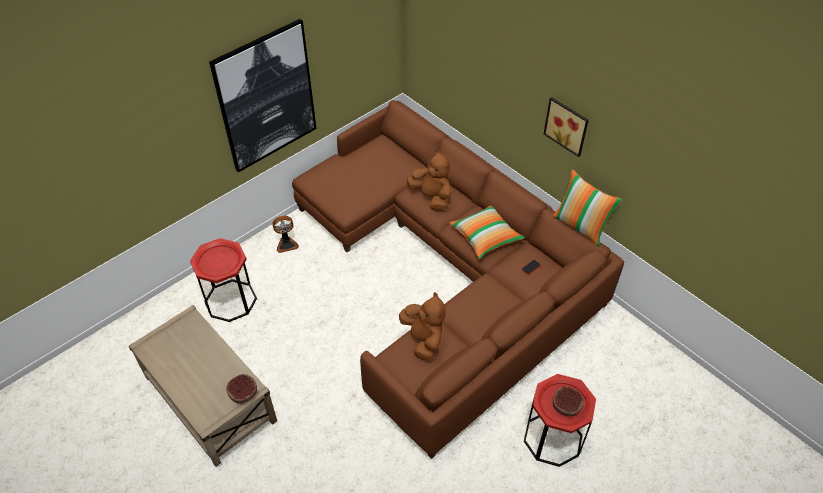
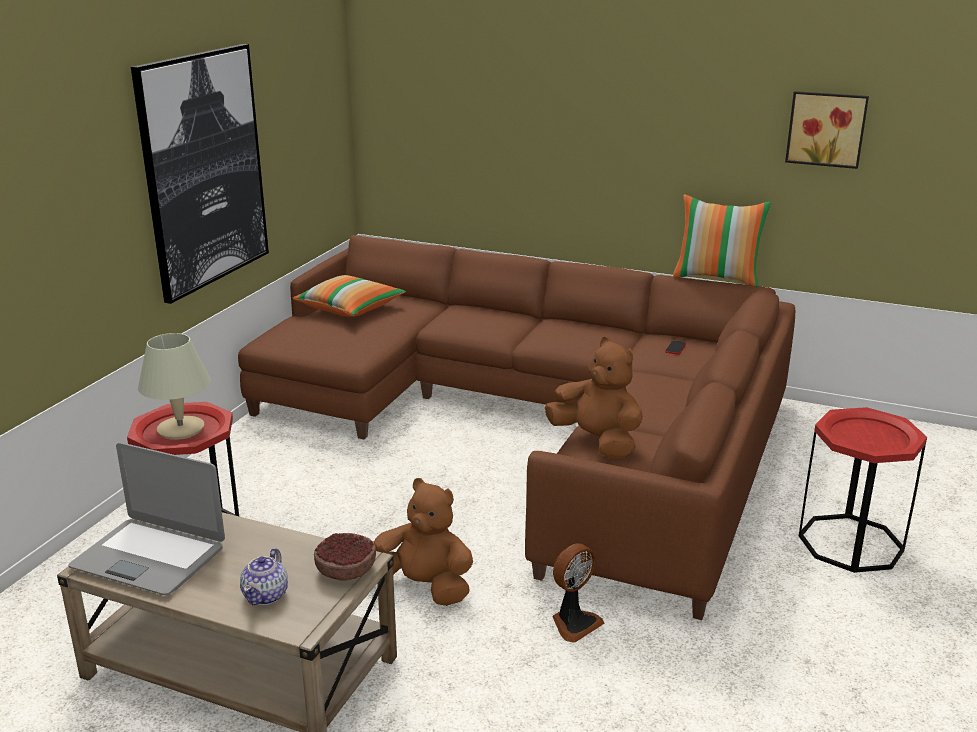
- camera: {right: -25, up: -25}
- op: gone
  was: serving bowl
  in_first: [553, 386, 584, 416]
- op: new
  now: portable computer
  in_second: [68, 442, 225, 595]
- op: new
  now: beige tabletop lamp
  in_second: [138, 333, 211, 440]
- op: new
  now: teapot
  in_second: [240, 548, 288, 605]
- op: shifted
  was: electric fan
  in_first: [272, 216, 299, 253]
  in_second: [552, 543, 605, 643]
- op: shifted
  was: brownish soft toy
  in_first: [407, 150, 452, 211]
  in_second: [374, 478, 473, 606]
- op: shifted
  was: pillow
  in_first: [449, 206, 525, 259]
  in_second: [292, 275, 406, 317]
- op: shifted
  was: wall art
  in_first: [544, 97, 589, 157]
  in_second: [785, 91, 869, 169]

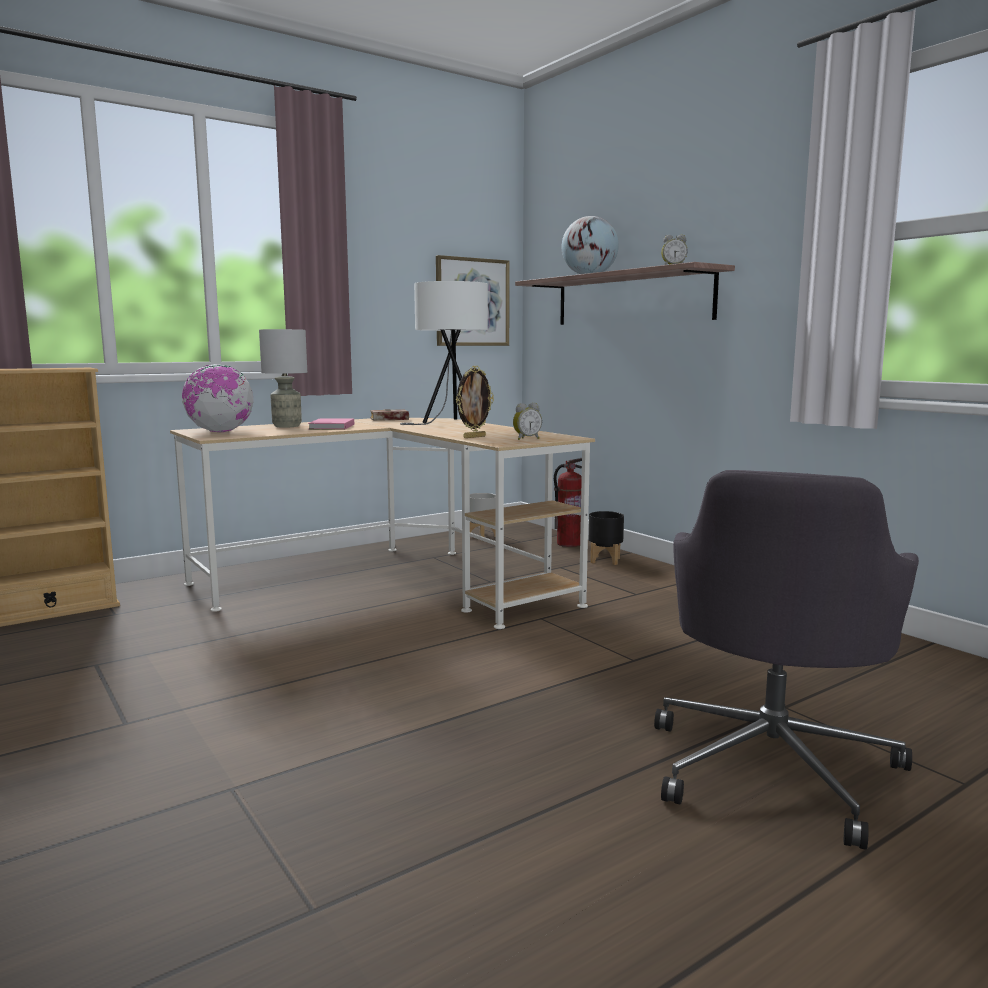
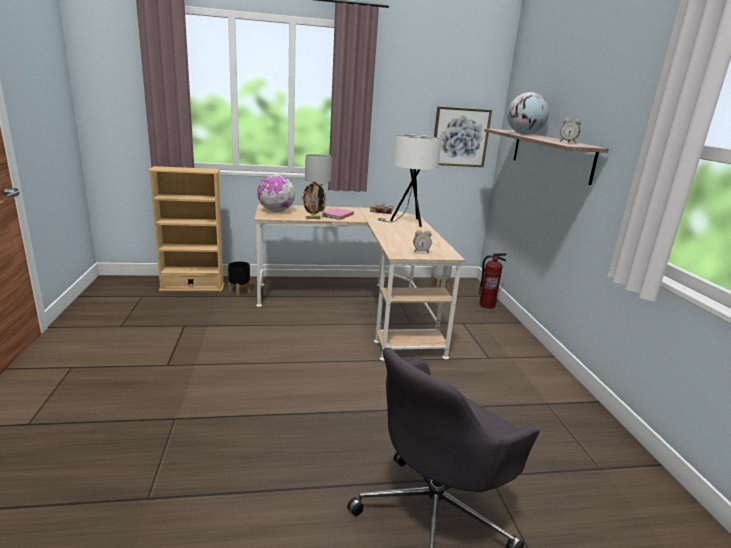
- camera: {right: 25, up: 10}
- op: shifted
  was: standing frame
  in_first: [456, 366, 494, 438]
  in_second: [301, 181, 327, 219]
- op: shifted
  was: black flower pot
  in_first: [589, 511, 624, 565]
  in_second: [228, 261, 250, 296]

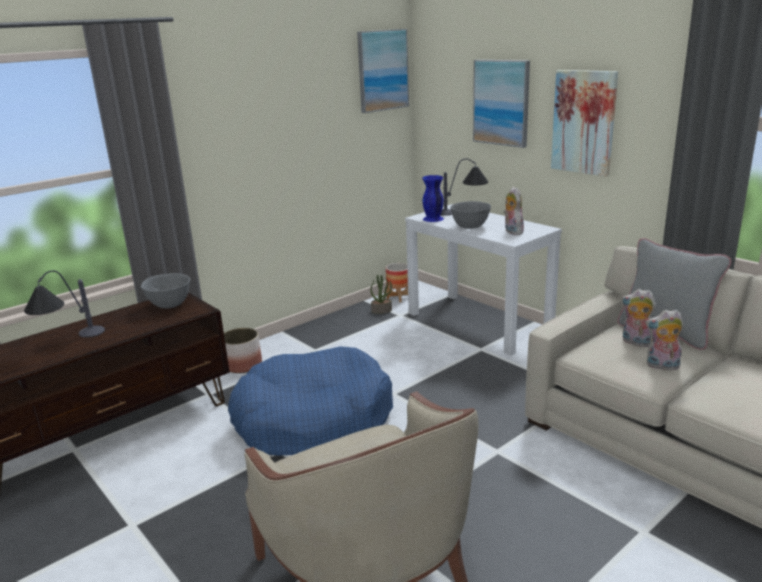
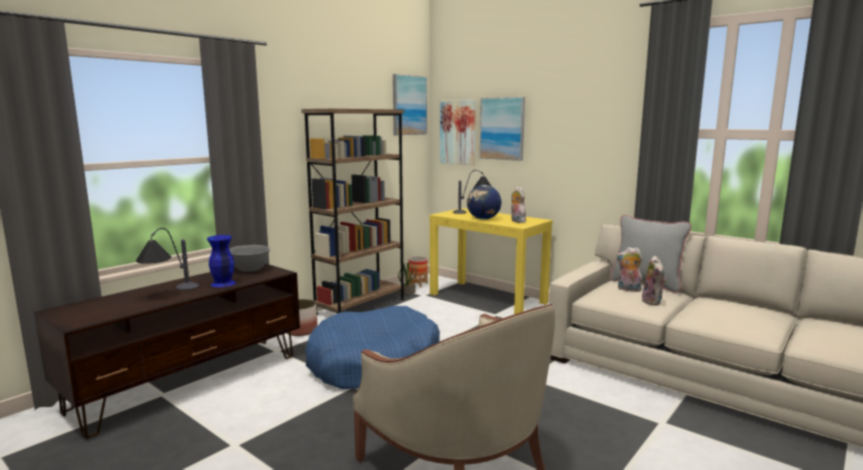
- camera: {right: -10, up: -10}
- op: new
  now: brownish shelving unit
  in_second: [301, 109, 405, 315]
- op: shifted
  was: blue-coloured decorative vase
  in_first: [422, 175, 444, 222]
  in_second: [207, 235, 236, 287]
- op: shifted
  was: wall art
  in_first: [551, 70, 618, 177]
  in_second: [440, 100, 476, 165]
- op: swapped
  was: gray serving bowl
  now: desk globe
  in_first: [450, 201, 491, 229]
  in_second: [467, 185, 501, 220]
- op: repainted
  was: white-coloured console table
  now: yellow-coloured console table
  in_first: [405, 204, 562, 356]
  in_second: [429, 208, 553, 314]
- op: rotated
  was: soft toy
  in_first: [646, 310, 684, 370]
  in_second: [642, 256, 666, 306]
  clockwise: -90

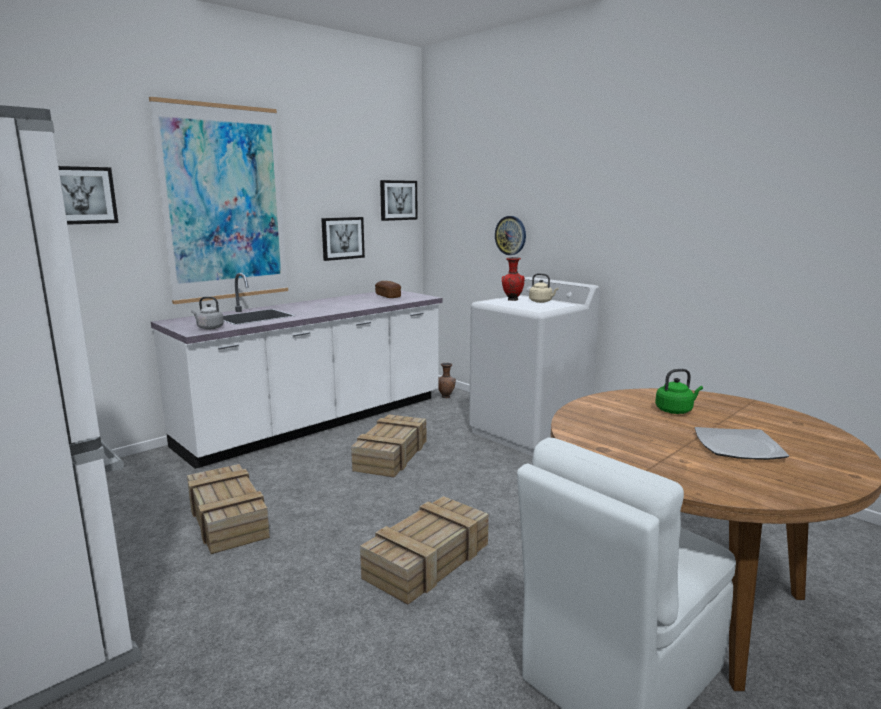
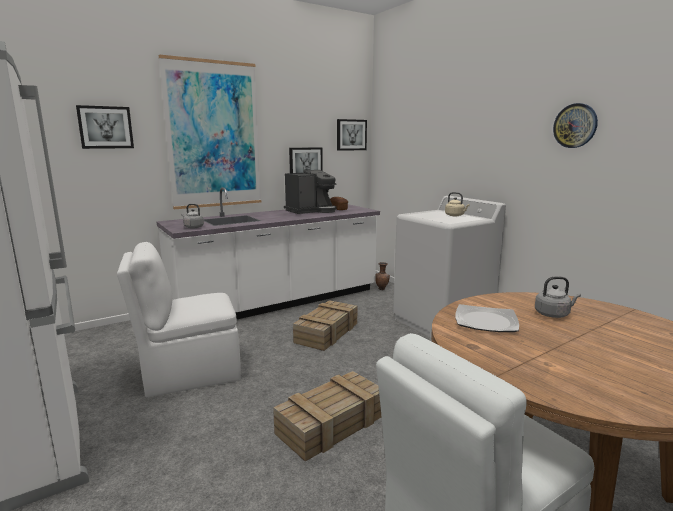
- camera: {right: 10, up: 0}
- op: gone
  was: reddish decorative vase
  in_first: [502, 257, 525, 301]
- op: new
  now: coffee maker
  in_second: [284, 170, 336, 214]
- op: shifted
  was: wall clock
  in_first: [495, 216, 526, 255]
  in_second: [553, 103, 598, 148]
- op: shifted
  was: plate
  in_first: [695, 427, 789, 460]
  in_second: [455, 304, 519, 332]
- op: swapped
  was: crate
  now: white-coloured upright chair
  in_first: [187, 464, 270, 554]
  in_second: [117, 242, 241, 397]
- op: repainted
  was: green-coloured kettle
  now: gray kettle
  in_first: [655, 369, 703, 414]
  in_second: [535, 277, 581, 318]

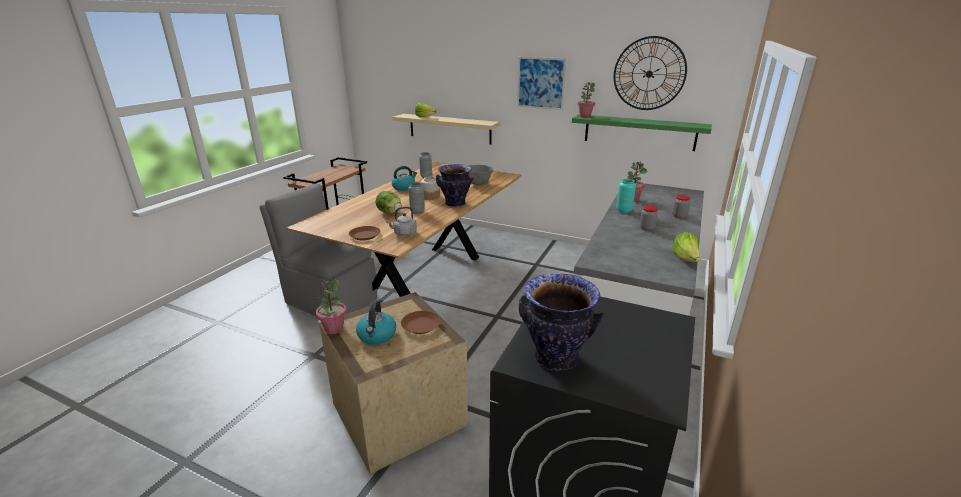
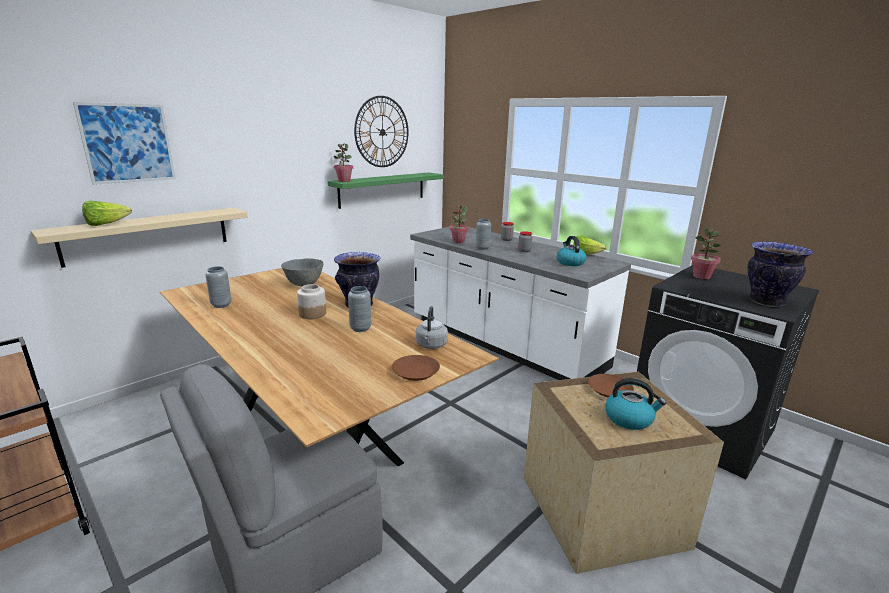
- camera: {right: -70, up: -5}
- op: gone
  was: lettuce head
  in_first: [375, 191, 401, 214]
- op: shifted
  was: plant in a pot
  in_first: [316, 279, 347, 334]
  in_second: [691, 228, 721, 279]
- op: shifted
  was: kettle
  in_first: [392, 166, 417, 191]
  in_second: [557, 236, 586, 266]
- op: shifted
  was: wall art
  in_first: [517, 57, 567, 110]
  in_second: [73, 102, 176, 185]
- op: repainted
  was: turquoise-coloured decorative vase
  now: gray decorative vase
  in_first: [616, 179, 636, 213]
  in_second: [476, 219, 491, 250]

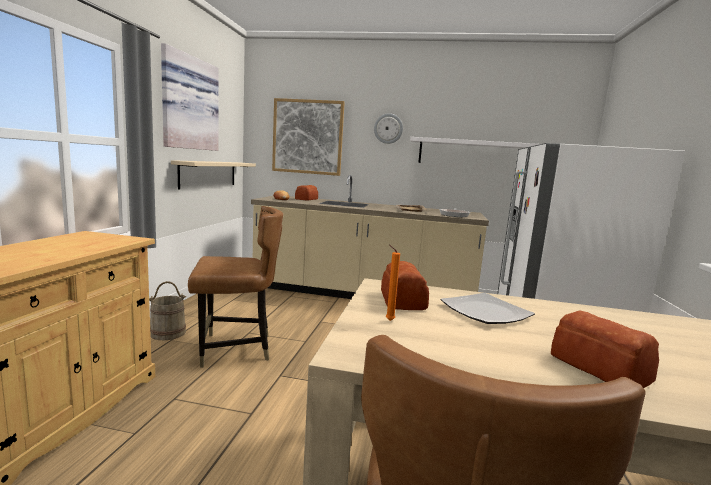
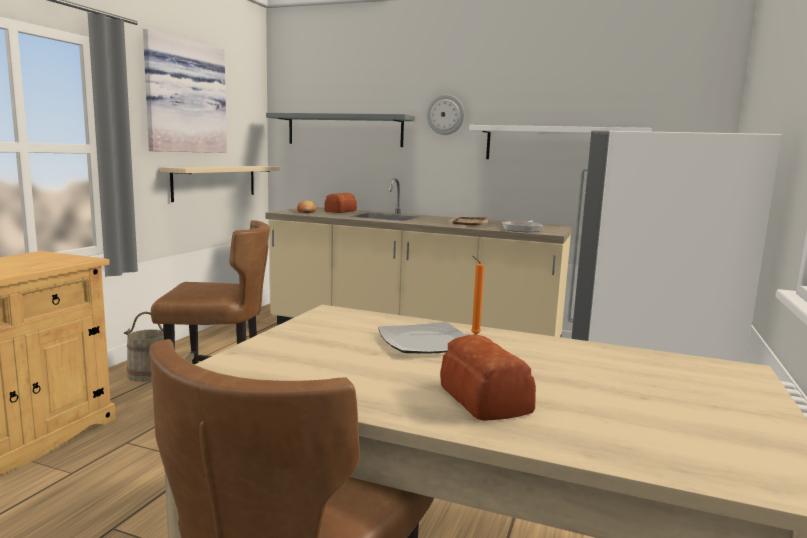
- camera: {right: 10, up: 0}
- op: gone
  was: bread
  in_first: [381, 261, 429, 310]
- op: shifted
  was: orangey wax light
  in_first: [386, 245, 400, 321]
  in_second: [471, 256, 484, 334]
- op: swapped
  was: wall art
  now: gray wall shelf
  in_first: [272, 98, 345, 176]
  in_second: [266, 113, 415, 147]

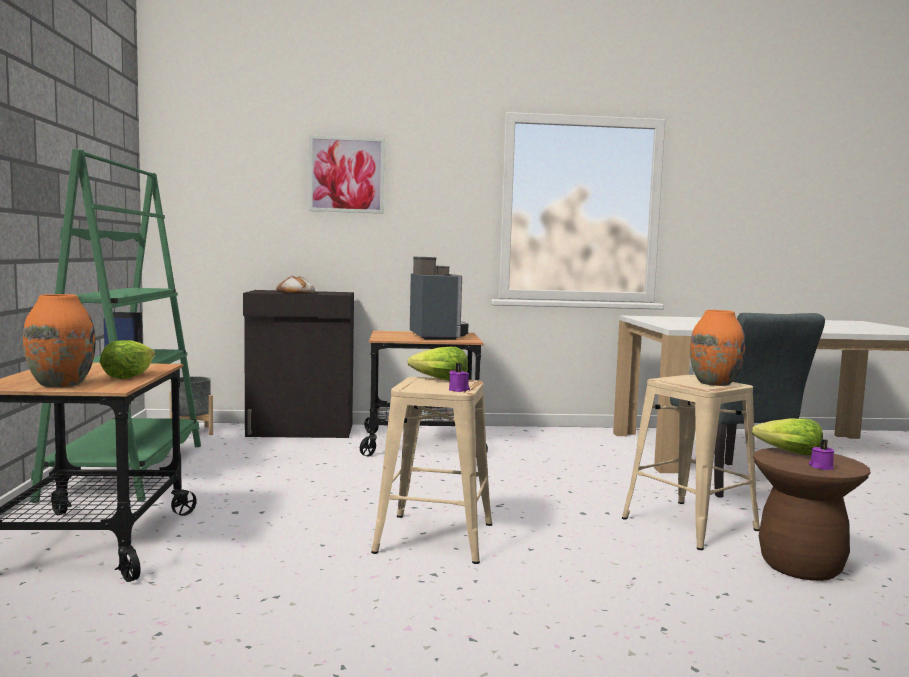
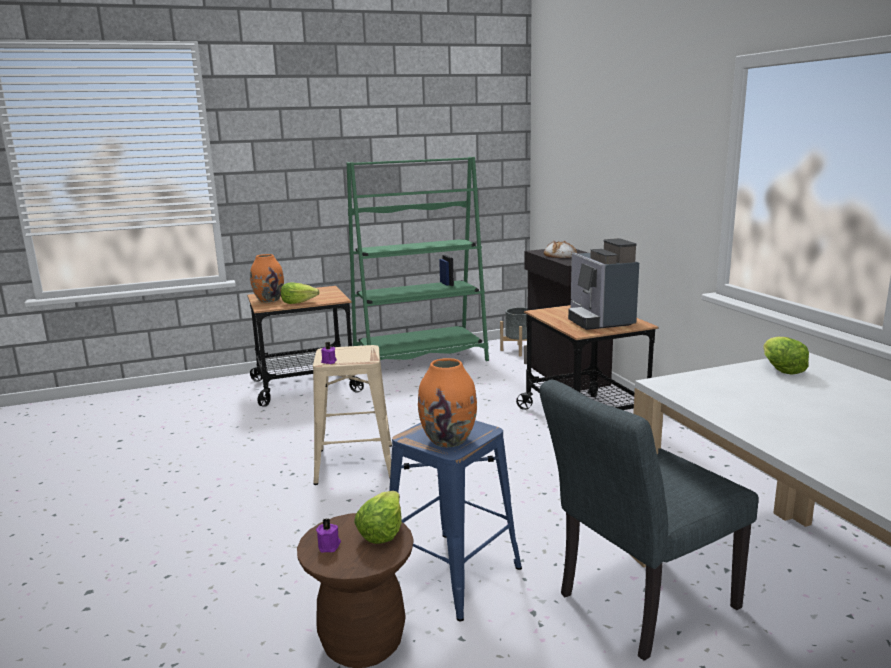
- camera: {right: 75, up: 10}
- op: gone
  was: wall art
  in_first: [309, 135, 385, 213]
- op: shifted
  was: lettuce head
  in_first: [407, 347, 468, 381]
  in_second: [764, 337, 809, 374]
- op: repainted
  was: beige sitting stool
  now: blue-coloured sitting stool
  in_first: [622, 375, 760, 550]
  in_second: [389, 420, 522, 621]
- op: rotated
  was: coffee maker
  in_first: [410, 257, 468, 340]
  in_second: [568, 238, 639, 330]
  clockwise: 105

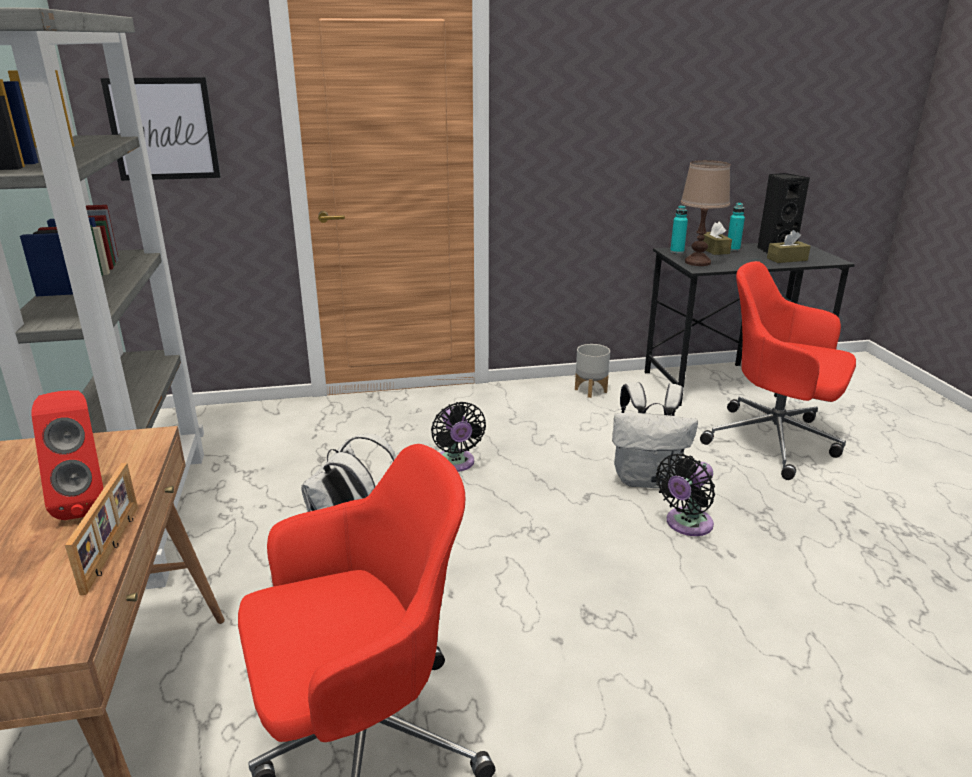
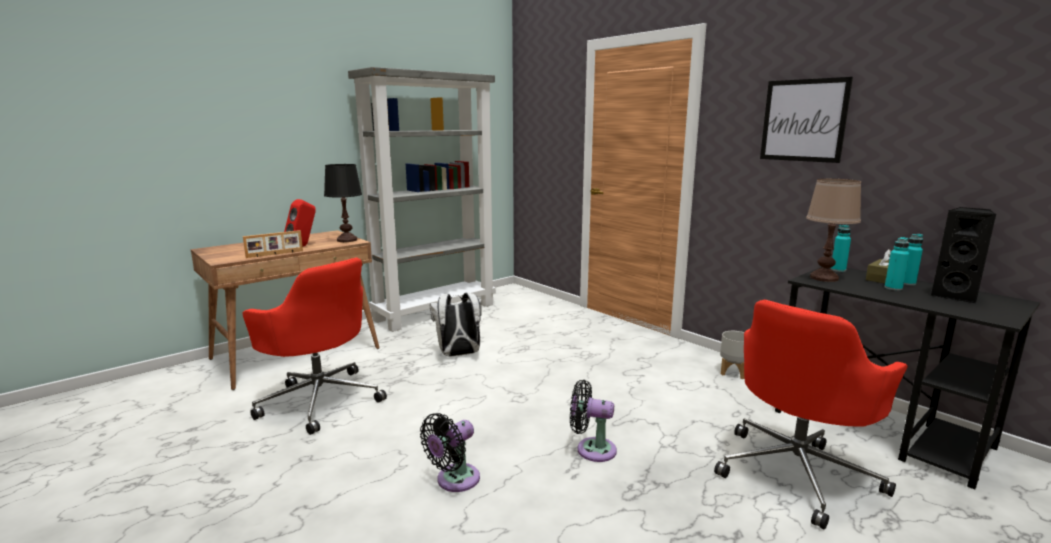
- camera: {right: 60, up: -10}
- op: gone
  was: white-coloured knapsack
  in_first: [612, 382, 698, 488]
- op: gone
  was: brownish tissue holder
  in_first: [767, 230, 811, 263]
- op: new
  now: black tabletop lamp
  in_second: [324, 164, 362, 242]
- op: new
  now: turquoise-coloured bottle
  in_second: [884, 237, 909, 291]
- op: shifted
  was: wall art
  in_first: [100, 77, 221, 181]
  in_second: [760, 77, 853, 163]
- op: shifted
  was: black electric fan
  in_first: [431, 402, 486, 472]
  in_second: [420, 413, 480, 492]
- op: rotated
  was: reddish computer chair
  in_first: [700, 261, 856, 480]
  in_second: [714, 300, 908, 529]
  clockwise: -135

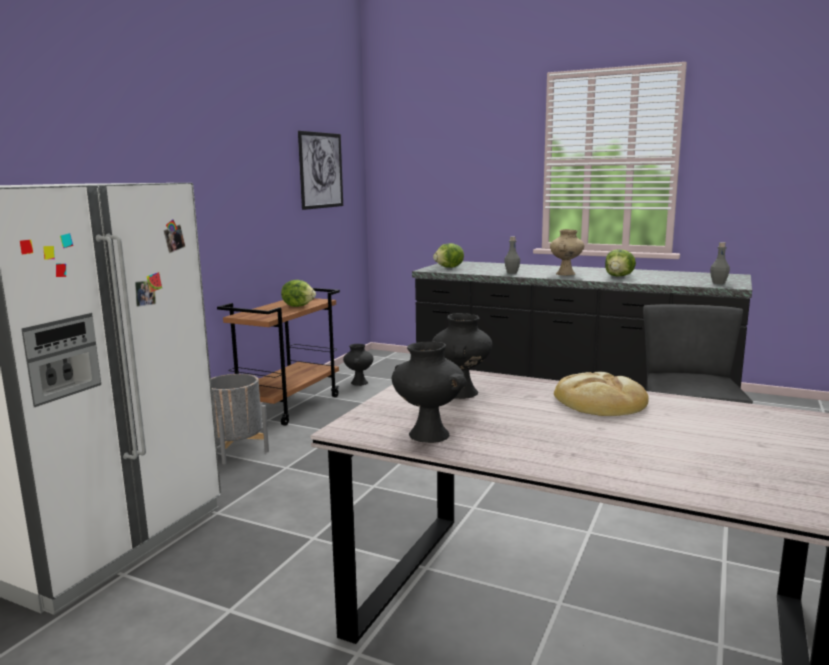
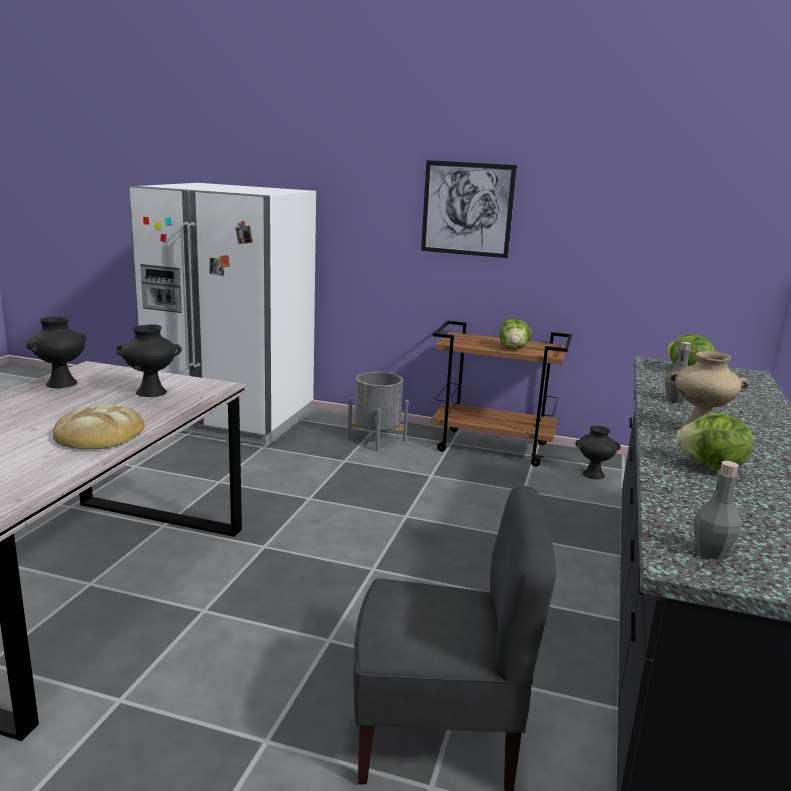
- camera: {right: 80, up: 5}
- op: shifted
  was: wall art
  in_first: [298, 131, 343, 210]
  in_second: [421, 160, 517, 258]

